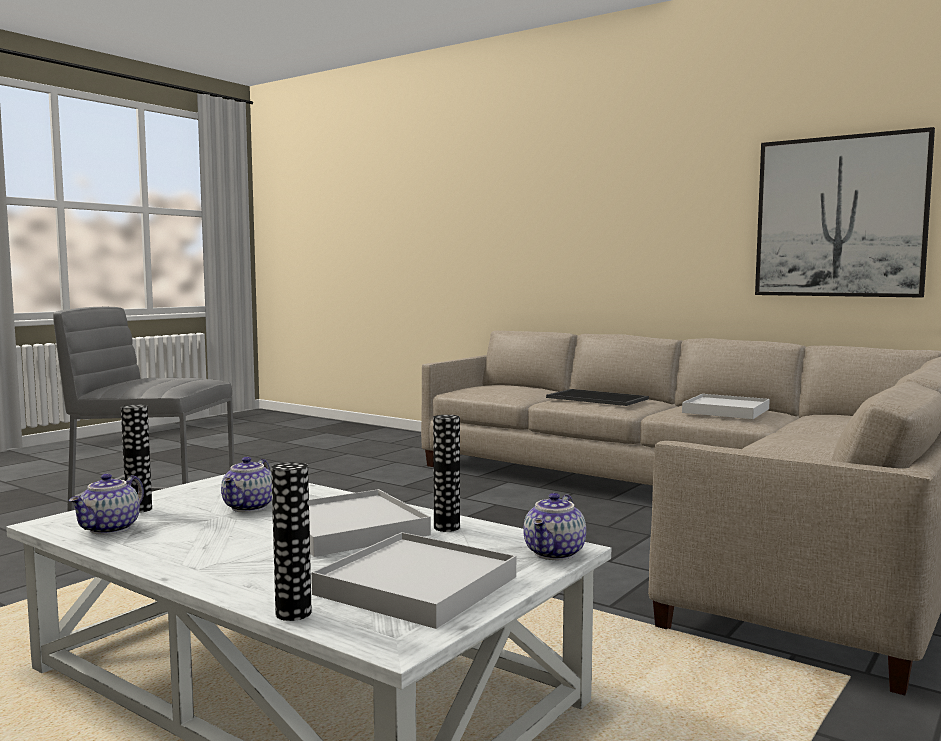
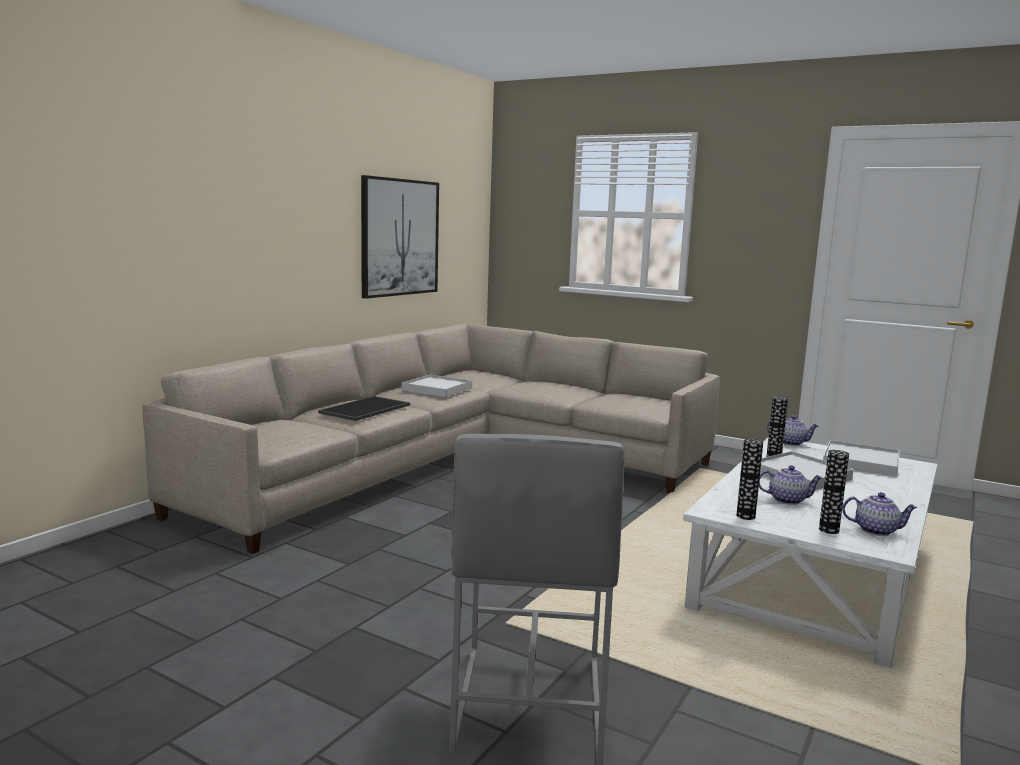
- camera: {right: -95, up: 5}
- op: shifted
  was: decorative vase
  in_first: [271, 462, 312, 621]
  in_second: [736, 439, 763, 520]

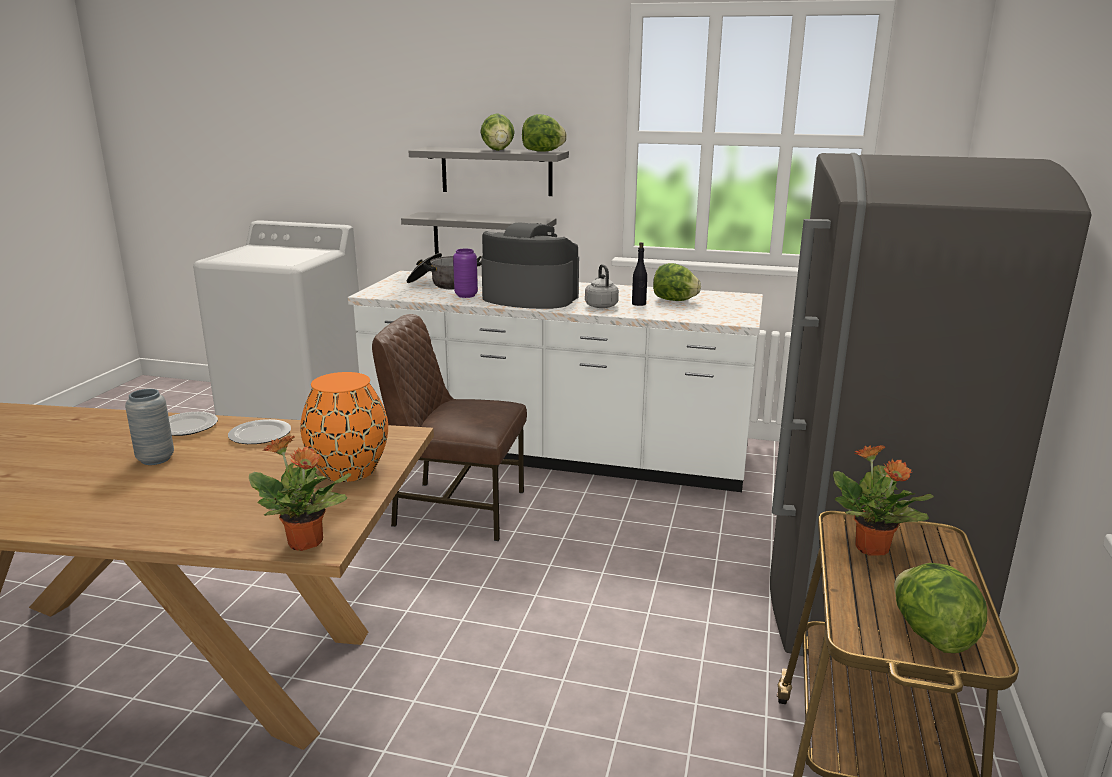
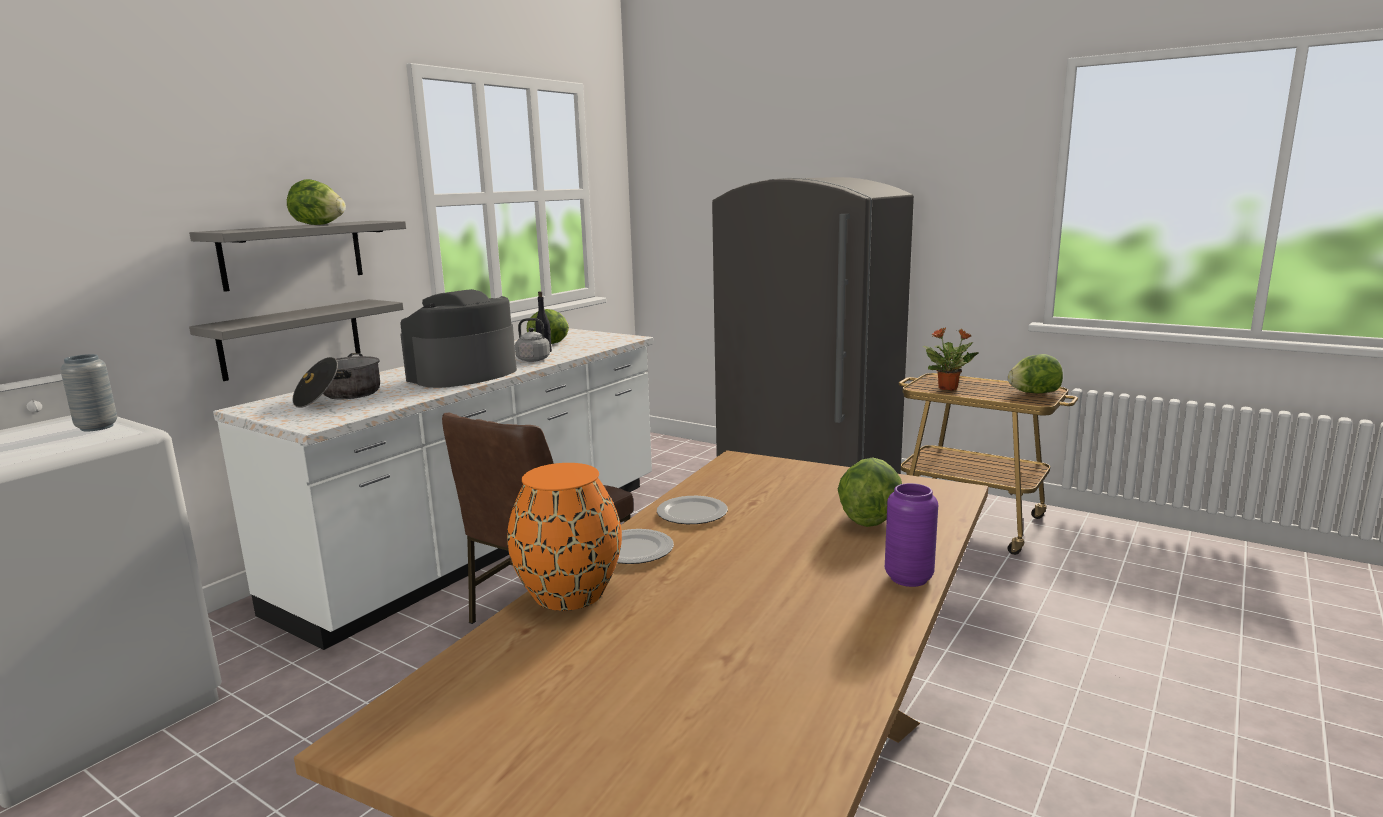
- camera: {right: -70, up: -5}
- op: gone
  was: plant in a pot
  in_first: [249, 435, 351, 551]
- op: shifted
  was: gray decorative vase
  in_first: [125, 389, 174, 465]
  in_second: [60, 354, 117, 431]
- op: shifted
  was: orangey decorative vase
  in_first: [300, 372, 388, 482]
  in_second: [507, 463, 622, 611]
- op: shifted
  was: purple-coloured decorative vase
  in_first: [453, 249, 478, 298]
  in_second: [885, 483, 938, 587]
- op: shifted
  was: lettuce head
  in_first: [522, 114, 567, 152]
  in_second: [838, 457, 902, 527]

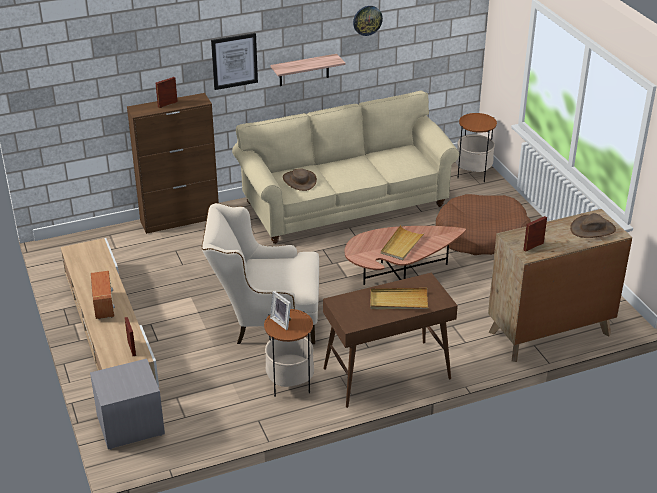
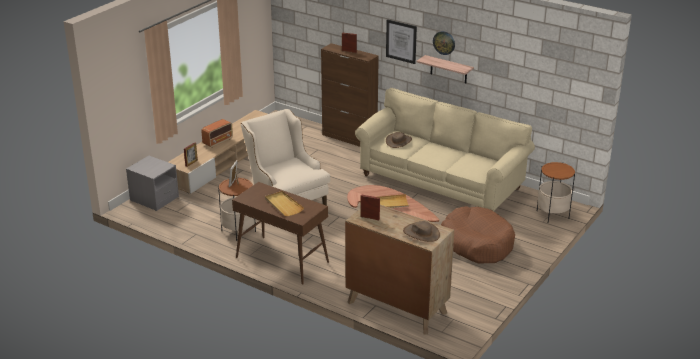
- camera: {right: 55, up: -5}
- op: shifted
  was: wall clock
  in_first: [353, 6, 383, 36]
  in_second: [433, 31, 455, 55]

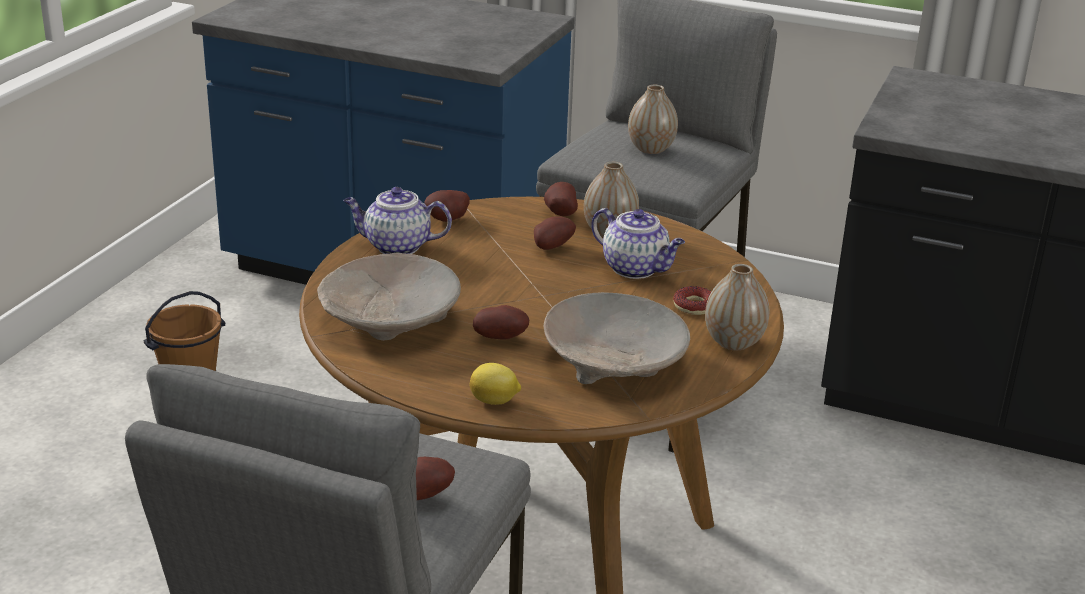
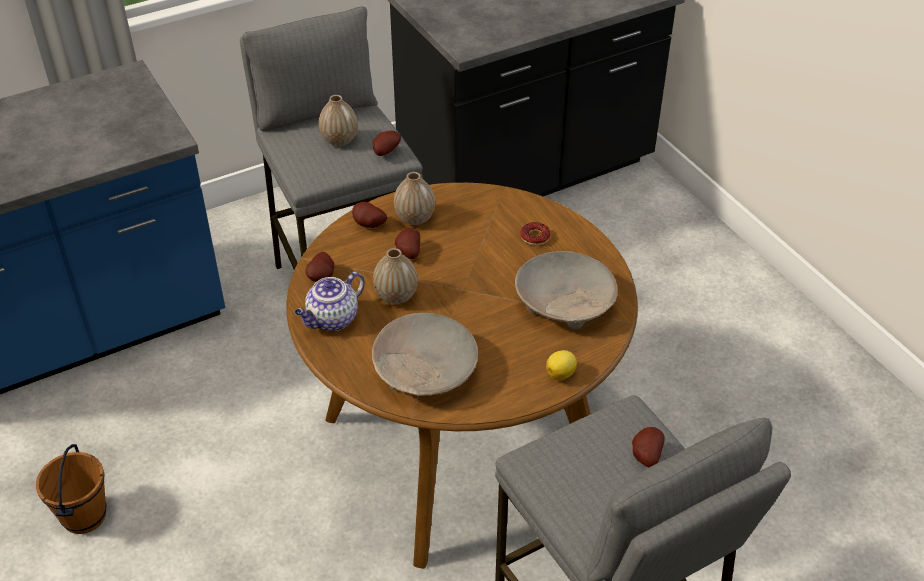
- camera: {right: -50, up: 15}
- op: gone
  was: teapot
  in_first: [591, 208, 685, 279]
- op: shifted
  was: potato
  in_first: [473, 305, 529, 340]
  in_second: [373, 130, 401, 156]
- op: shifted
  was: decorative vase
  in_first: [705, 264, 769, 350]
  in_second: [373, 248, 418, 304]

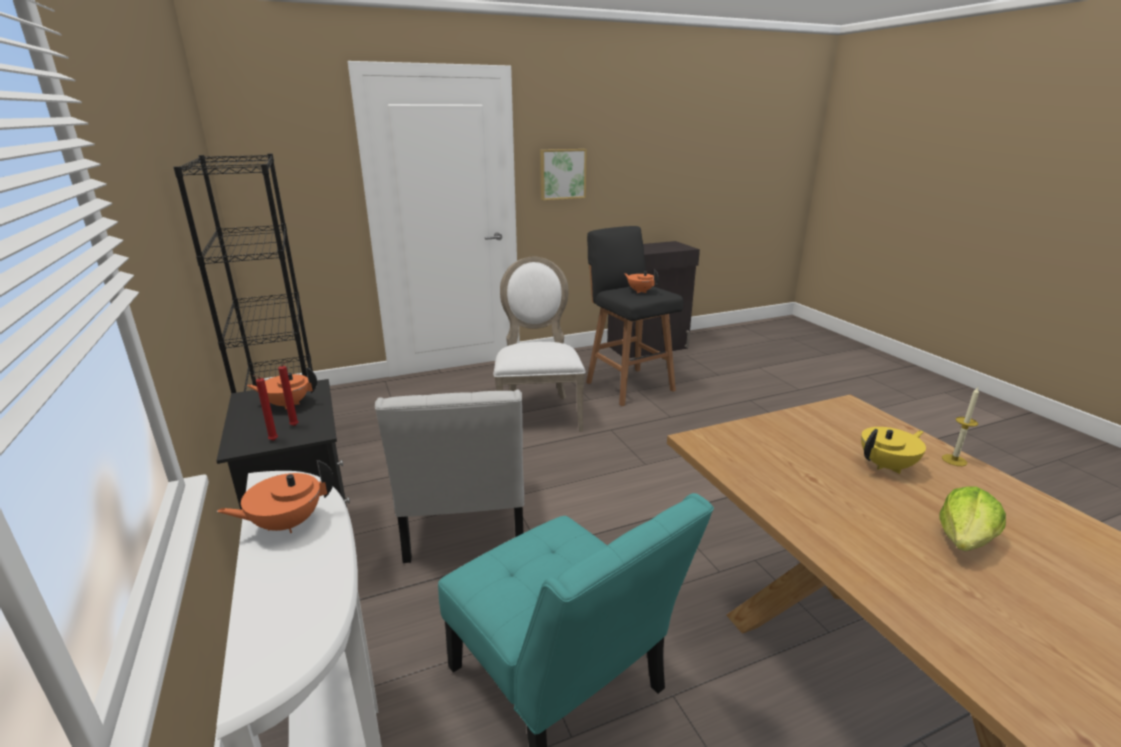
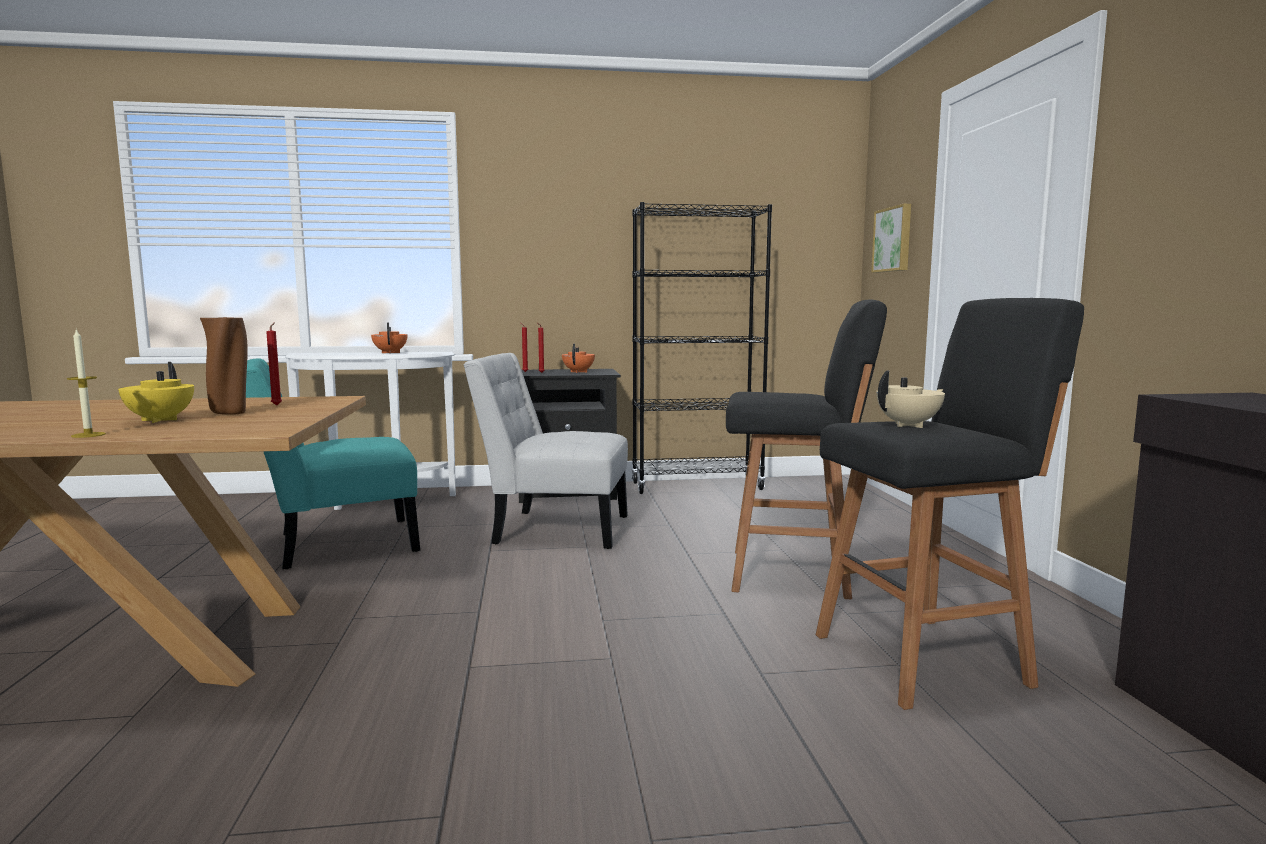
- camera: {right: 105, up: -15}
- op: gone
  was: lettuce head
  in_first: [939, 486, 1006, 551]
- op: new
  now: brownish decorative vase
  in_second: [200, 317, 248, 415]
- op: new
  now: reddish wax light
  in_second: [266, 322, 282, 405]
- op: shifted
  was: wall art
  in_first: [540, 149, 587, 200]
  in_second: [871, 204, 911, 273]
- op: swapped
  was: white-coloured upright chair
  now: black sitting stool
  in_first: [493, 257, 585, 432]
  in_second: [726, 299, 887, 599]
- op: repainted
  was: orangey teapot
  now: beige teapot
  in_first: [624, 270, 659, 293]
  in_second: [876, 370, 945, 428]

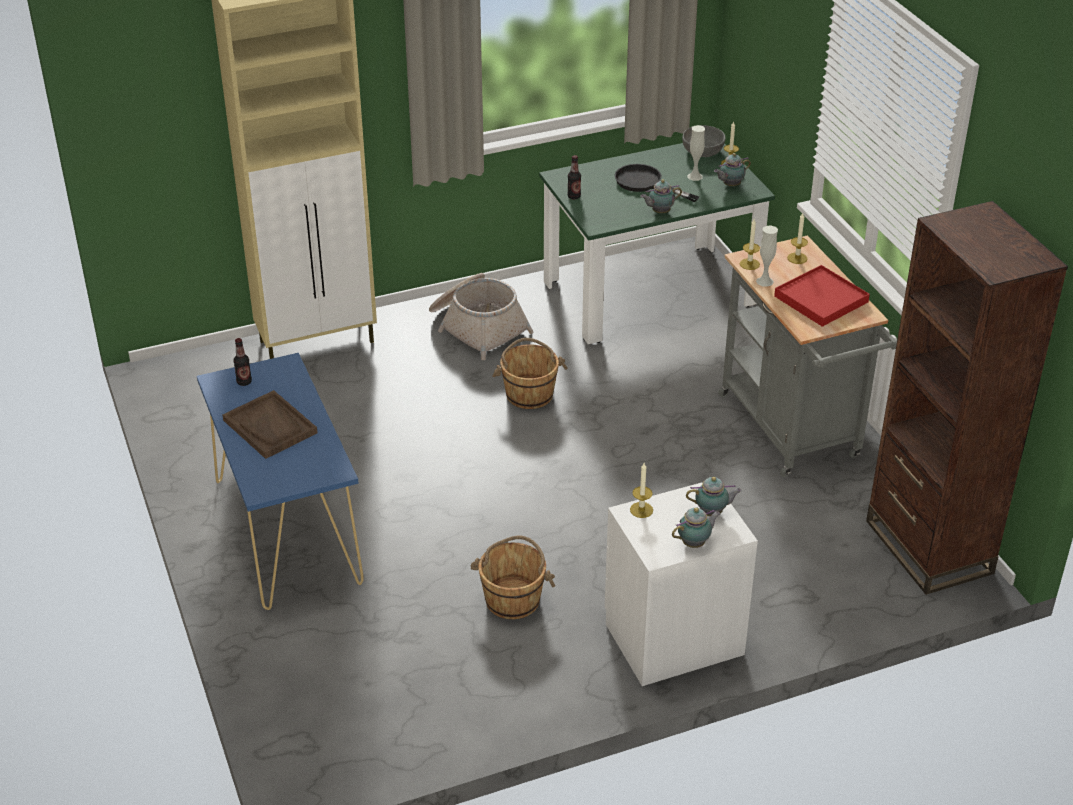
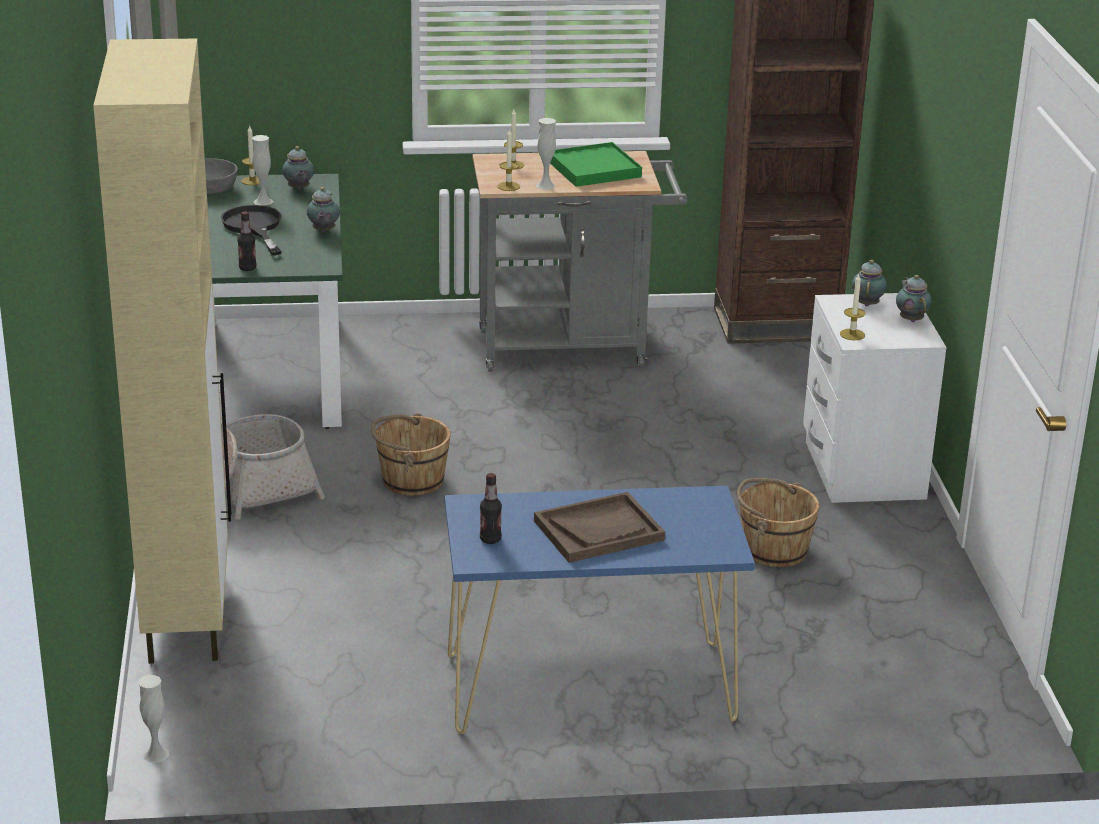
- camera: {right: -75, up: -10}
- op: new
  now: white-coloured decorative vase
  in_second: [138, 675, 169, 763]
- op: repainted
  was: reddish tray
  now: green-coloured tray
  in_first: [774, 265, 870, 327]
  in_second: [550, 142, 642, 187]
- op: rotated
  was: black skillet
  in_first: [614, 164, 699, 202]
  in_second: [221, 205, 281, 255]
  clockwise: 105

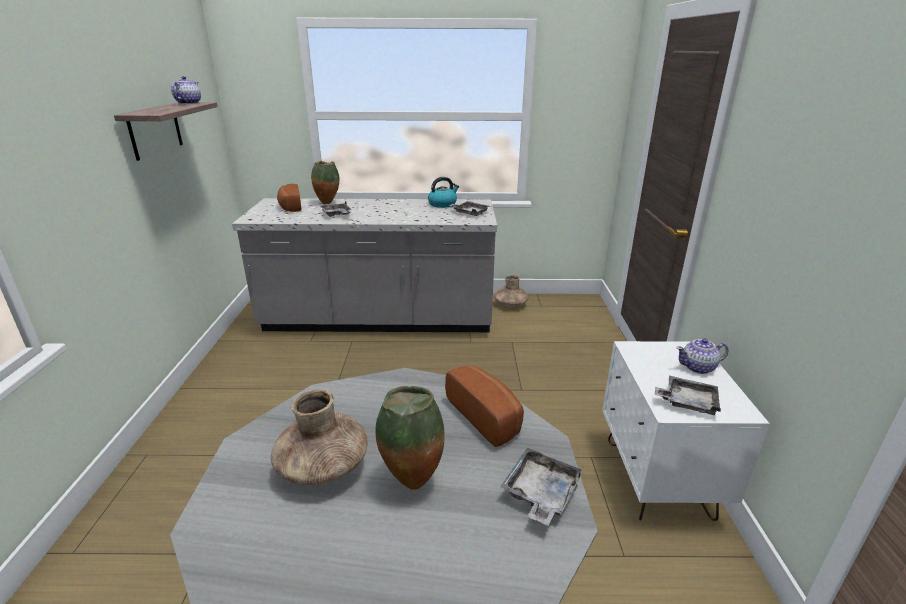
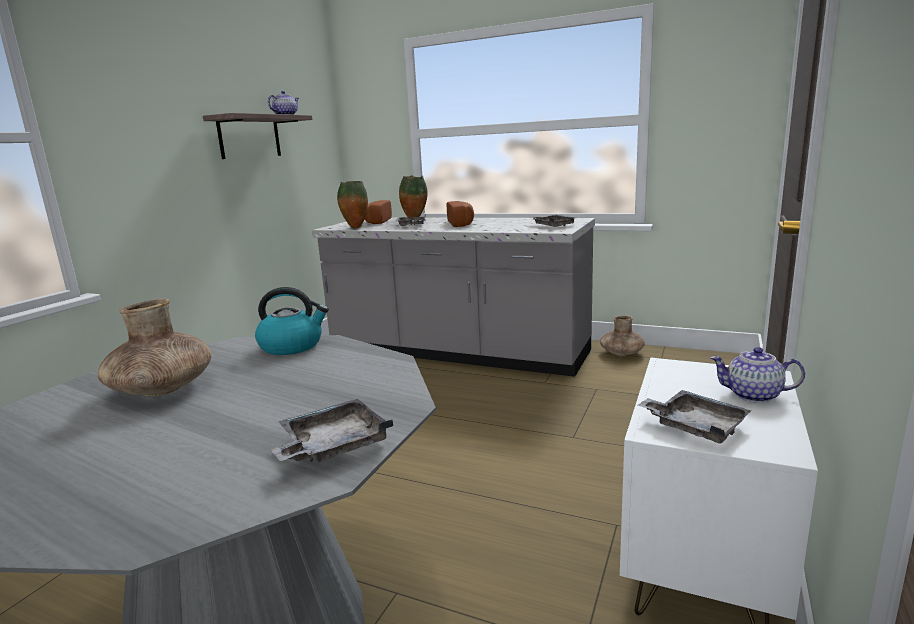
- camera: {right: 25, up: -10}
- op: shifted
  was: decorative vase
  in_first: [376, 386, 444, 490]
  in_second: [337, 181, 368, 229]
- op: shifted
  was: kettle
  in_first: [428, 177, 459, 208]
  in_second: [255, 287, 329, 355]
- op: shifted
  was: bread
  in_first: [445, 365, 524, 447]
  in_second: [447, 201, 474, 227]

